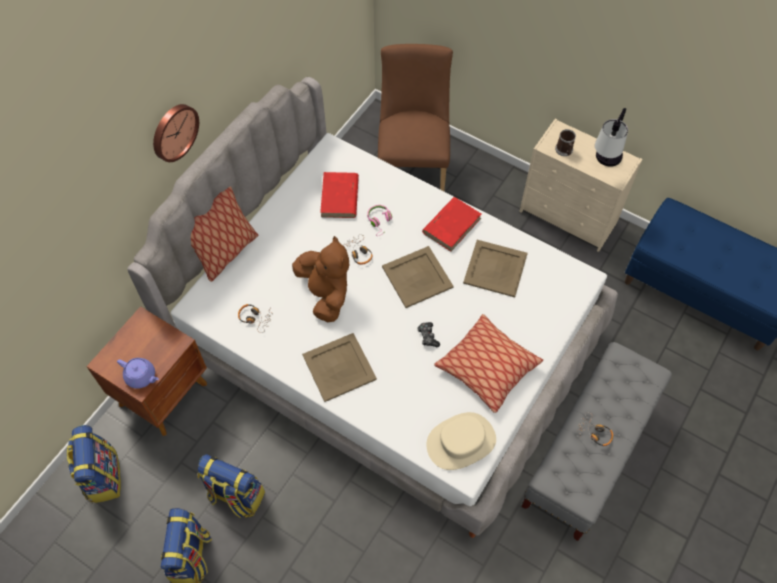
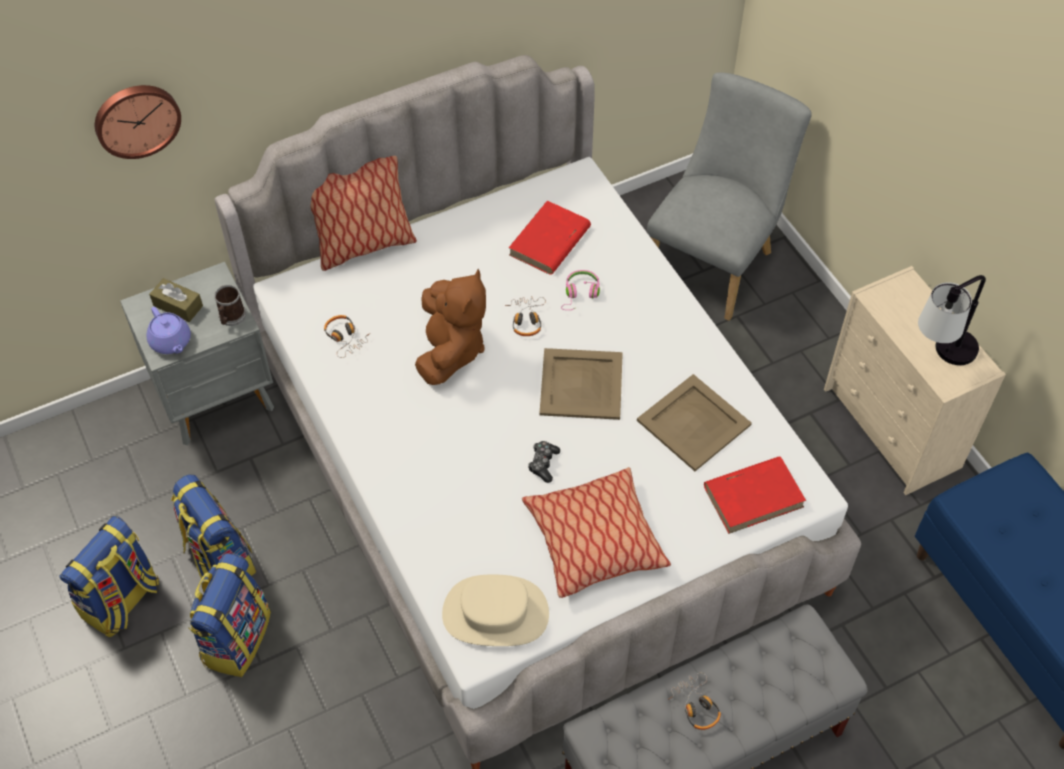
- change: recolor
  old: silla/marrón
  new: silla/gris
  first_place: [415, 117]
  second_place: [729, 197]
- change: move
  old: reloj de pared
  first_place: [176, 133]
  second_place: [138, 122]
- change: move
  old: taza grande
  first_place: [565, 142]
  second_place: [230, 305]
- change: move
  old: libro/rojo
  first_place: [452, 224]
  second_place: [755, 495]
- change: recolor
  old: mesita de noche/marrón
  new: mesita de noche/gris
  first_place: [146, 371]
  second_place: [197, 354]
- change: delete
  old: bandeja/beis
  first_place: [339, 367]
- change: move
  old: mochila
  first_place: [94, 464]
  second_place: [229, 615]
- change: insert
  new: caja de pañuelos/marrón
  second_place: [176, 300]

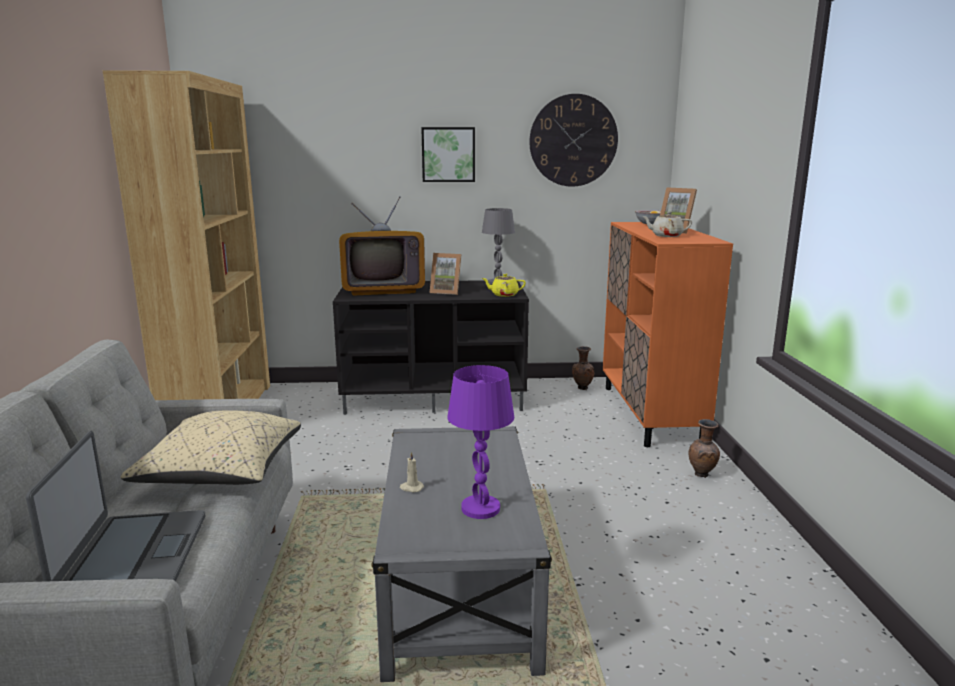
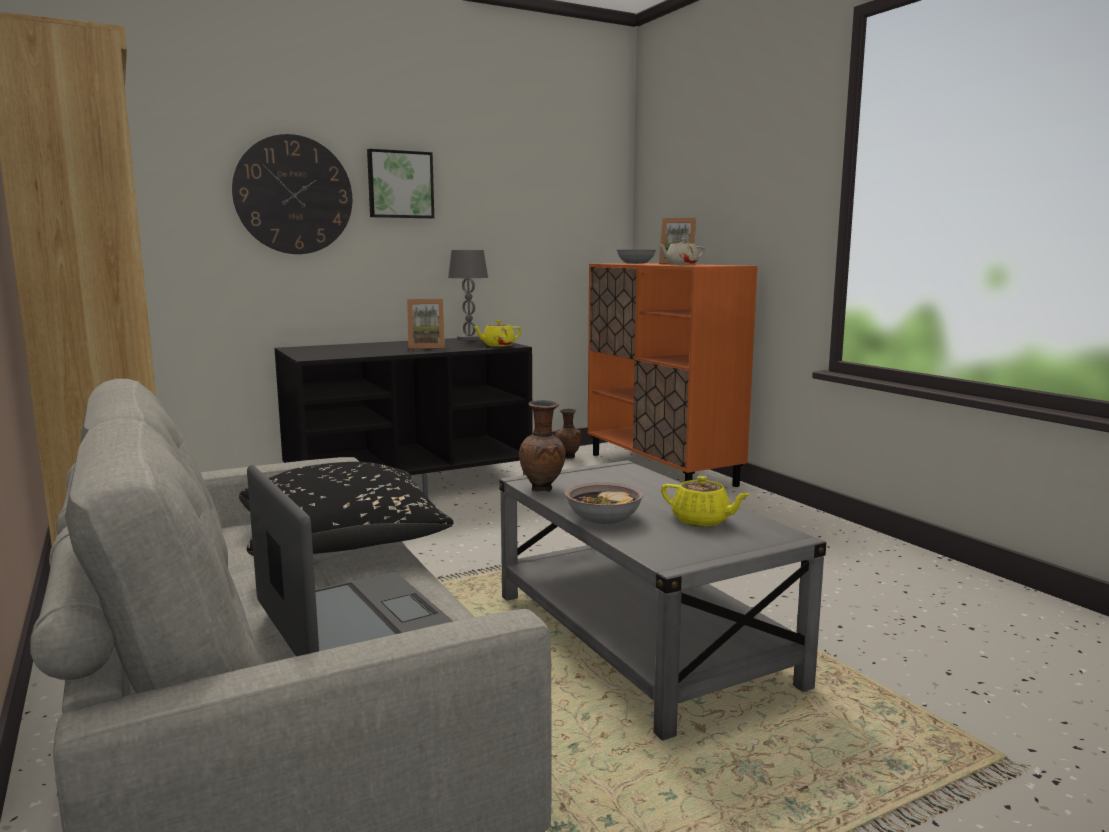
- change: move
  old: reloj de pared
  first_place: [573, 140]
  second_place: [292, 194]
- change: delete
  old: televisor
  first_place: [382, 245]
- change: replace
  old: lámpara de mesa/morado
  new: tetera/amarillo
  first_place: [480, 442]
  second_place: [705, 501]
- change: recolor
  old: cojín/beis
  new: cojín/negro
  first_place: [211, 447]
  second_place: [346, 509]
- change: move
  old: florero/marrón
  first_place: [704, 448]
  second_place: [542, 446]
- change: replace
  old: vela/beis
  new: cuenco
  first_place: [412, 472]
  second_place: [604, 503]

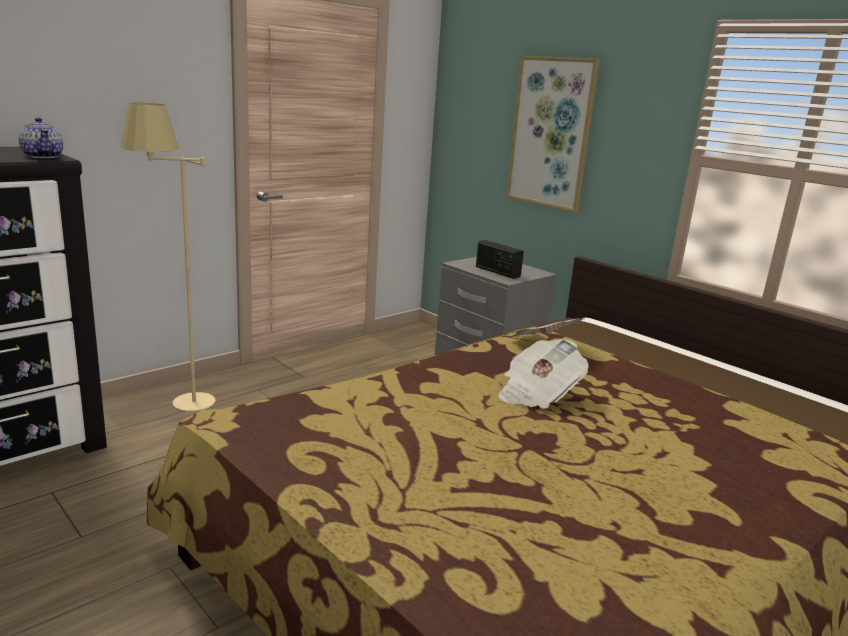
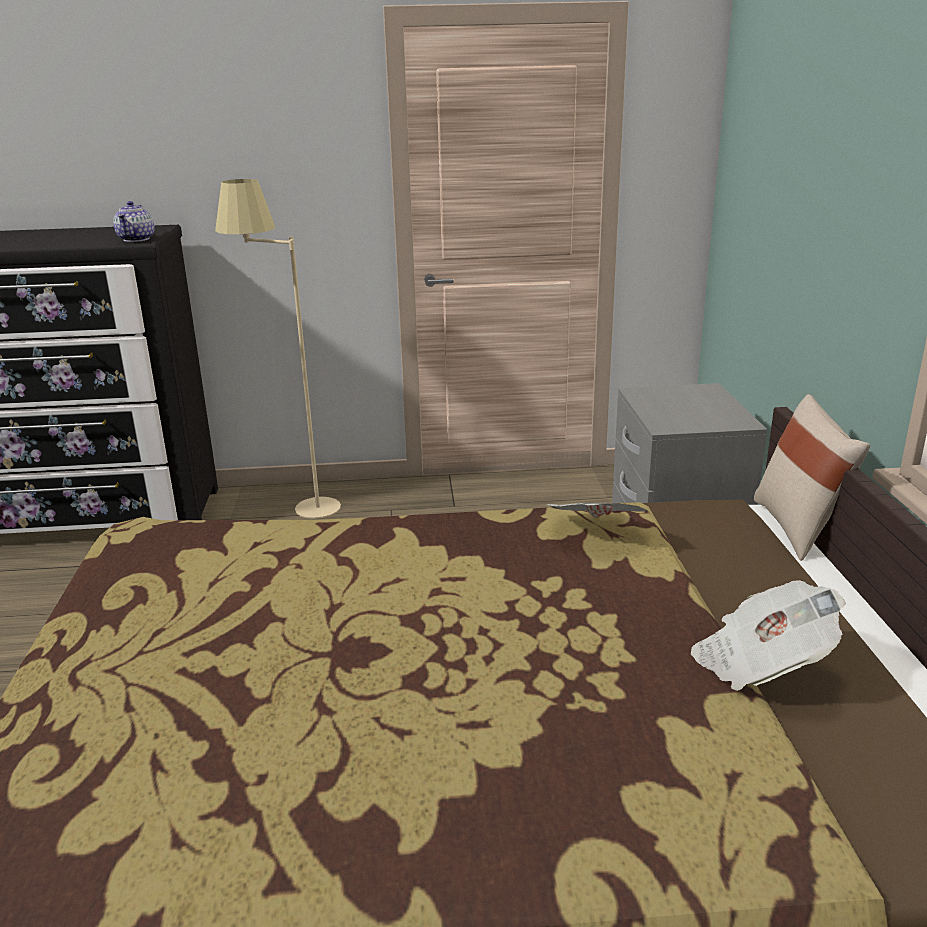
- change: delete
  old: cuadro
  first_place: [553, 134]
- change: delete
  old: radio
  first_place: [500, 259]
- change: move
  old: periódico
  first_place: [543, 374]
  second_place: [768, 635]
- change: insert
  new: cojín/beis
  second_place: [812, 477]

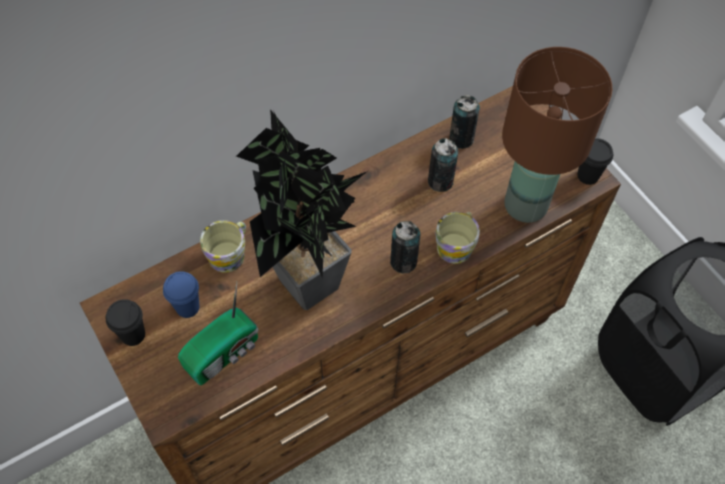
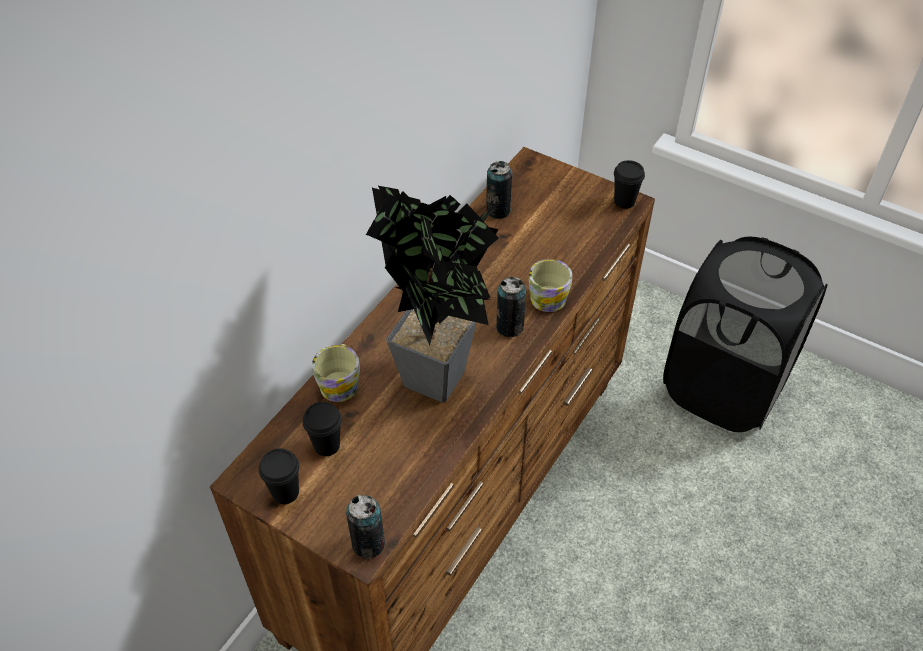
- change: delete
  old: lámpara de mesa/marrón
  first_place: [557, 135]
- change: move
  old: lata
  first_place: [443, 165]
  second_place: [365, 527]
- change: recolor
  old: taza/azul
  new: taza/negro
  first_place: [181, 294]
  second_place: [322, 429]
- change: delete
  old: radio
  first_place: [218, 333]

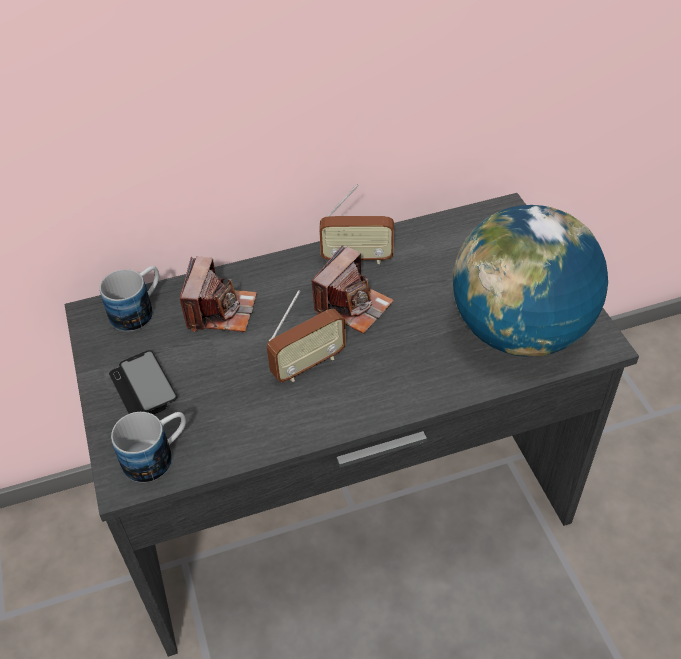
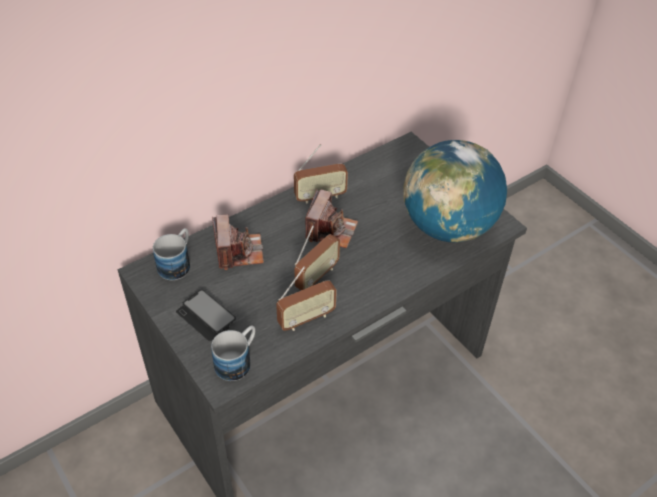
- change: insert
  new: radio
  second_place: [306, 299]

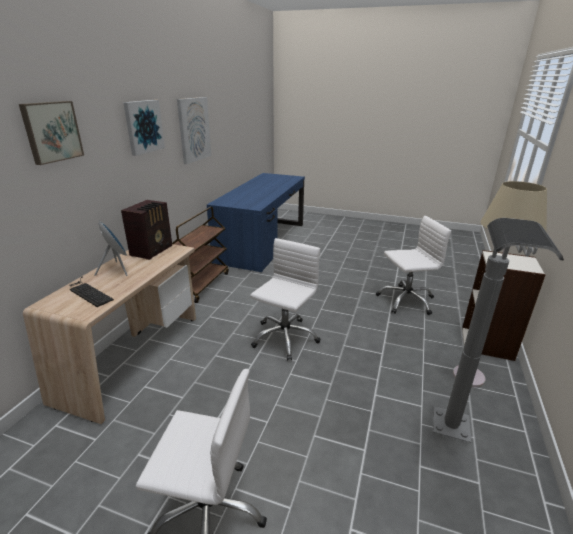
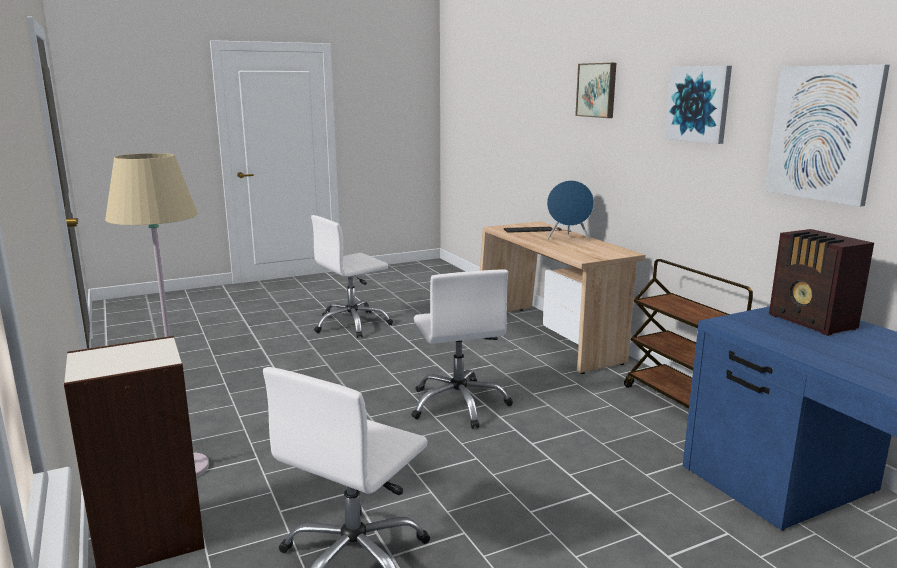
- change: move
  old: radio
  first_place: [146, 230]
  second_place: [821, 282]
- change: delete
  old: lámpara de pie/gris
  first_place: [498, 330]

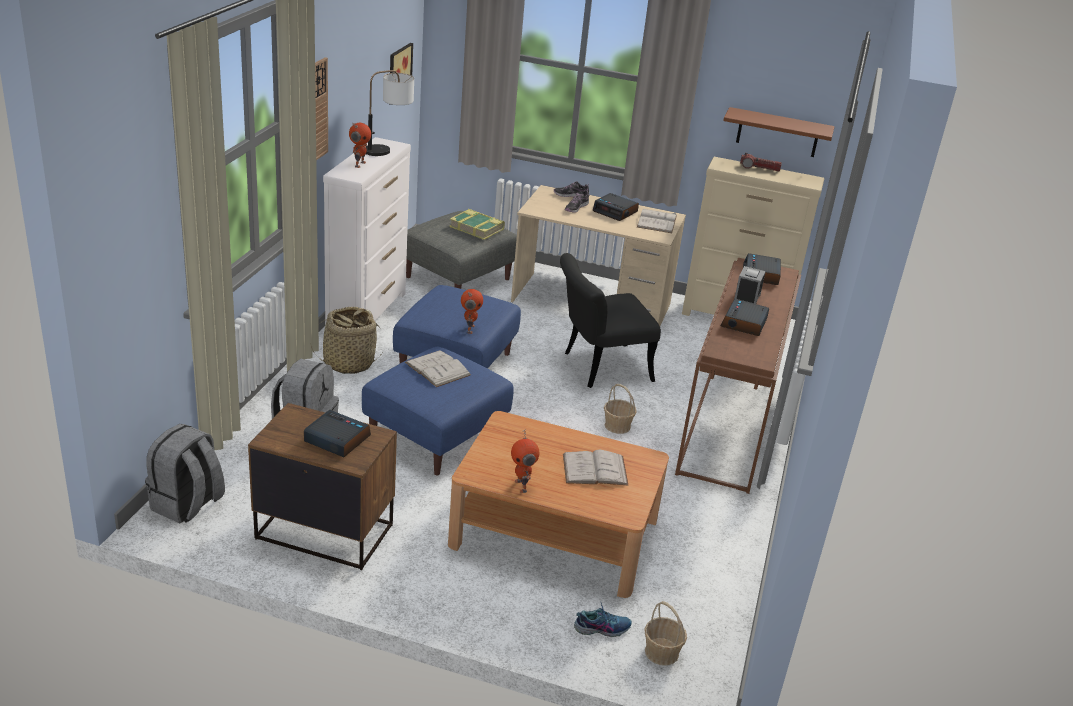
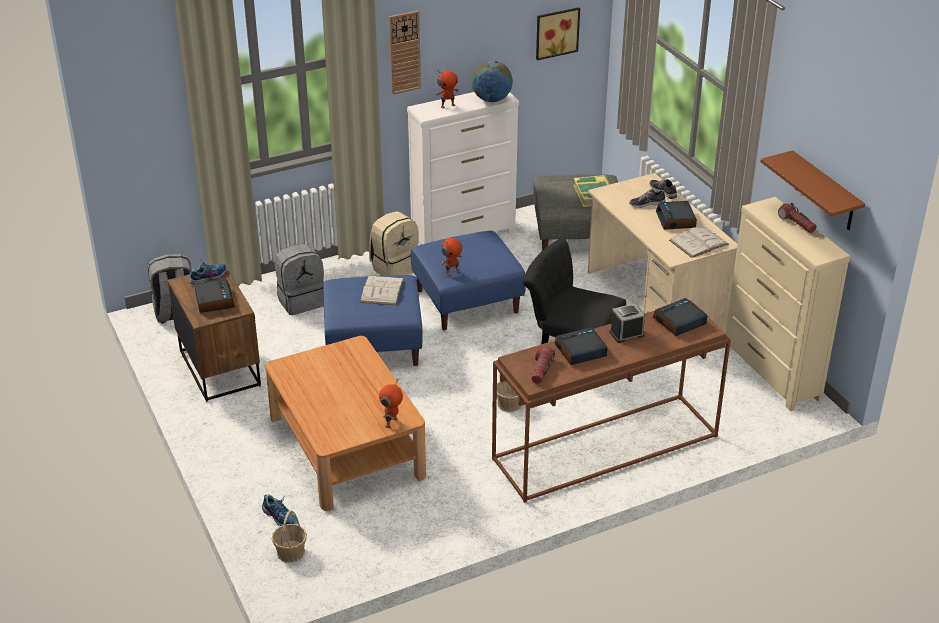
- change: replace
  old: lámpara de mesa
  new: globo terráqueo
  first_place: [389, 113]
  second_place: [492, 81]
- change: replace
  old: cesta
  new: mochila/beis
  first_place: [346, 340]
  second_place: [394, 243]
- change: move
  old: robot de juguete
  first_place: [525, 461]
  second_place: [391, 404]
- change: delete
  old: libro/blanco
  first_place: [595, 467]
- change: insert
  new: zapato
  second_place: [207, 273]
- change: insert
  new: linterna
  second_place: [543, 365]

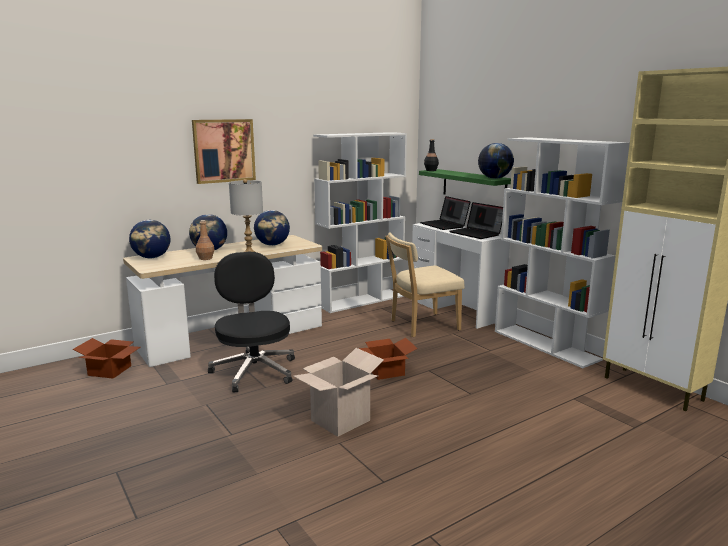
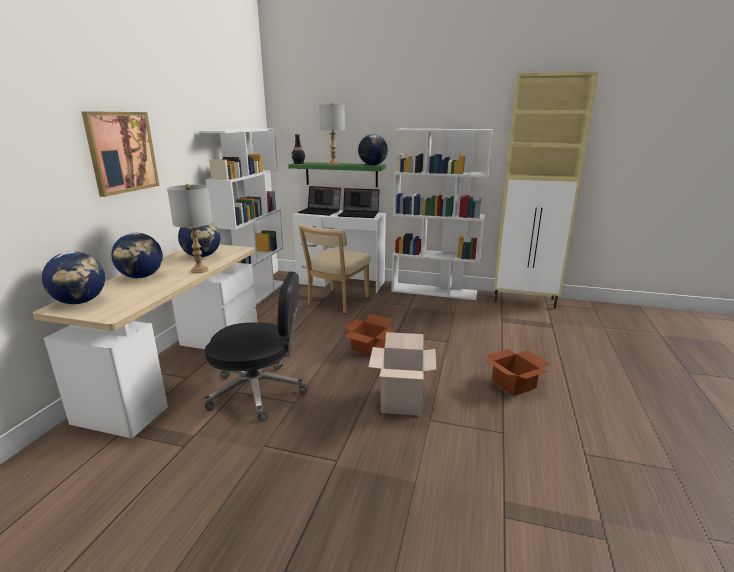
- change: delete
  old: botella/marrón
  first_place: [205, 240]
- change: rotate
  old: silla de oficina/negro
  first_place: [251, 322]
  second_place: [256, 346]
  degrees: 150
- change: move
  old: caja de cartón
  first_place: [106, 358]
  second_place: [517, 372]
- change: insert
  new: lámpara de mesa/gris
  second_place: [332, 133]

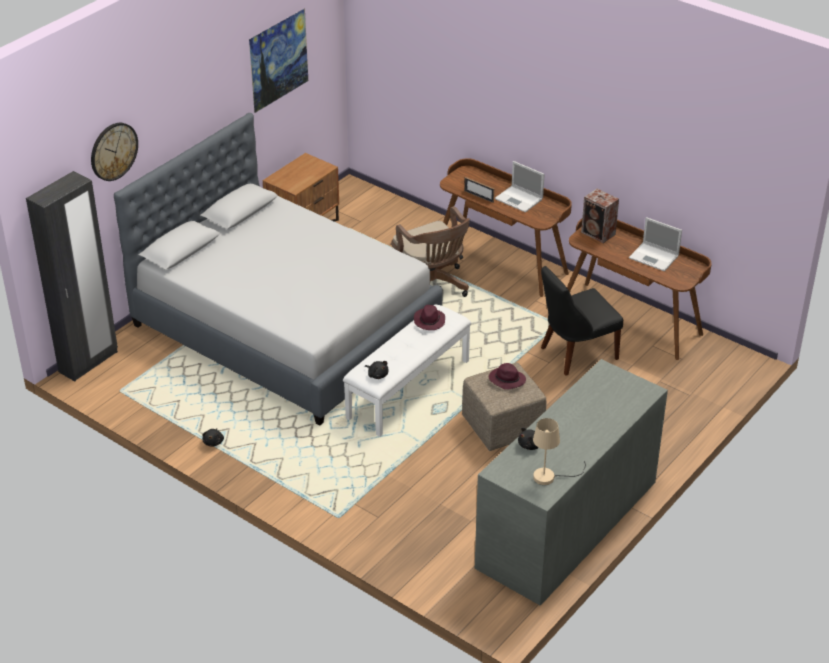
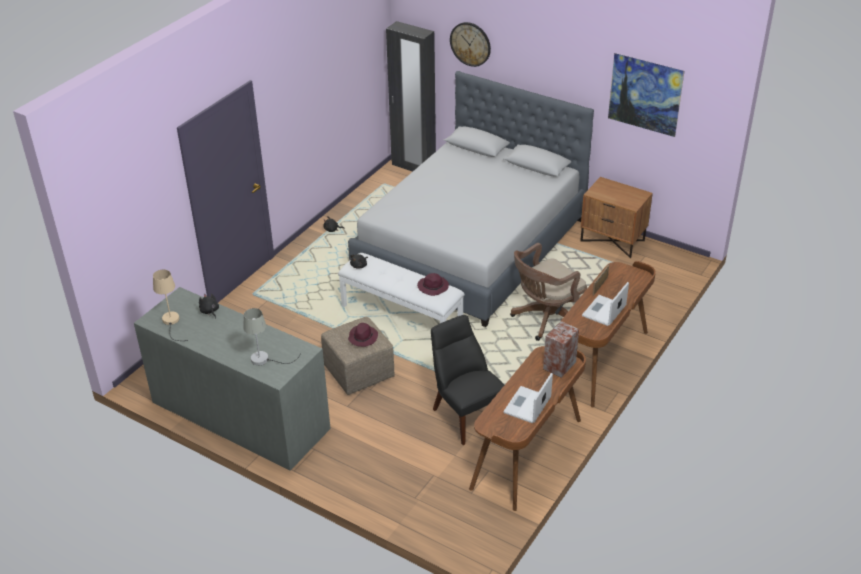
- change: insert
  new: lámpara de mesa/gris
  second_place: [272, 336]

